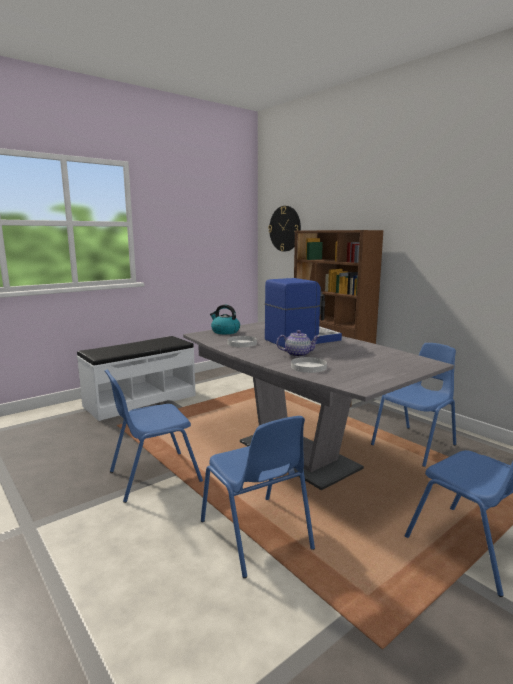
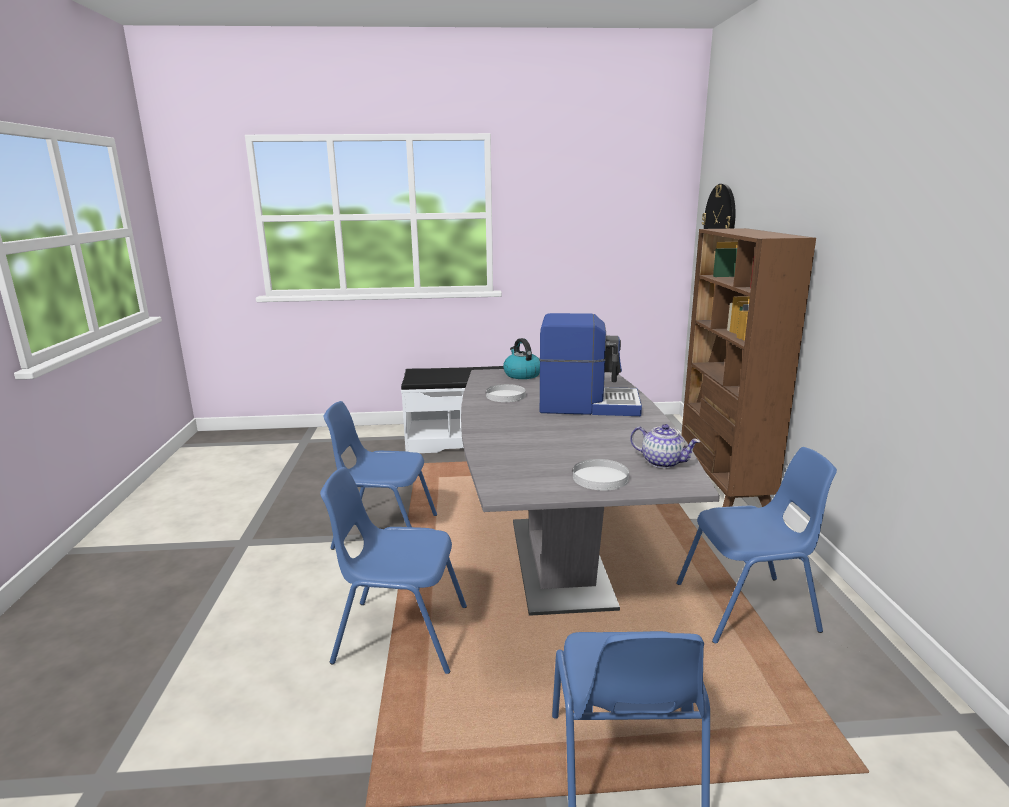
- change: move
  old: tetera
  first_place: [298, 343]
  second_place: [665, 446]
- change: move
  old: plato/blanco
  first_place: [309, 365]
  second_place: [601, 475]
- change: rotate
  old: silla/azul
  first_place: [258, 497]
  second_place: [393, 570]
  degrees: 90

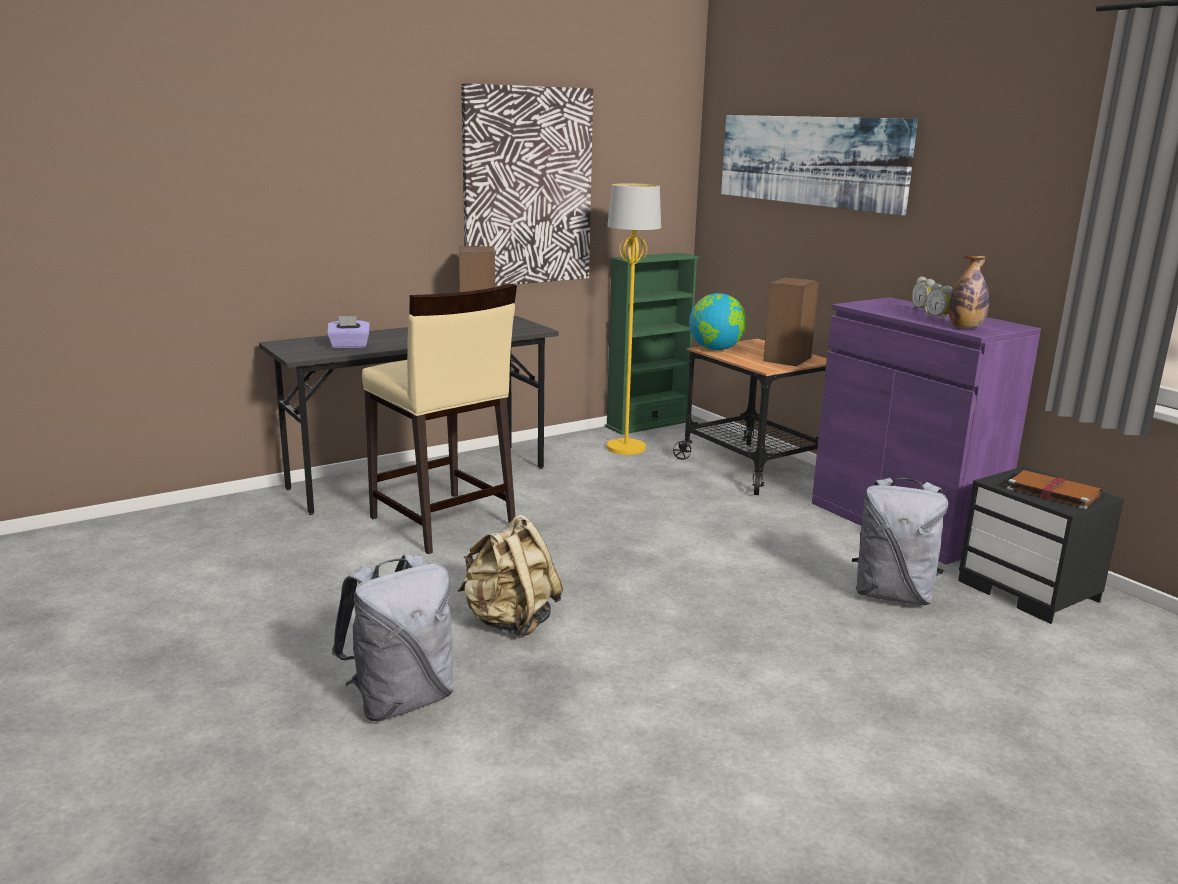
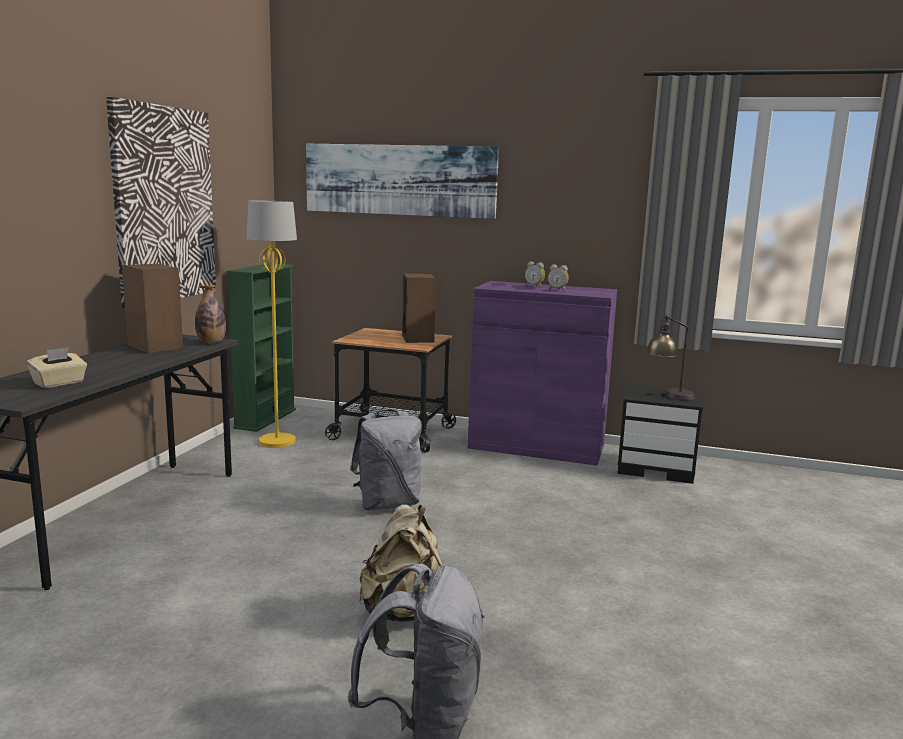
- change: move
  old: botella
  first_place: [969, 292]
  second_place: [210, 314]
- change: delete
  old: taburete/beis
  first_place: [439, 418]
- change: delete
  old: globo terráqueo
  first_place: [718, 321]
- change: recolor
  old: caja de pañuelos/morado
  new: caja de pañuelos/beis
  first_place: [348, 332]
  second_place: [57, 367]
- change: replace
  old: libro/marrón
  new: lámpara de mesa
  first_place: [1053, 489]
  second_place: [670, 357]
- change: move
  old: mochila/gris
  first_place: [900, 541]
  second_place: [386, 460]

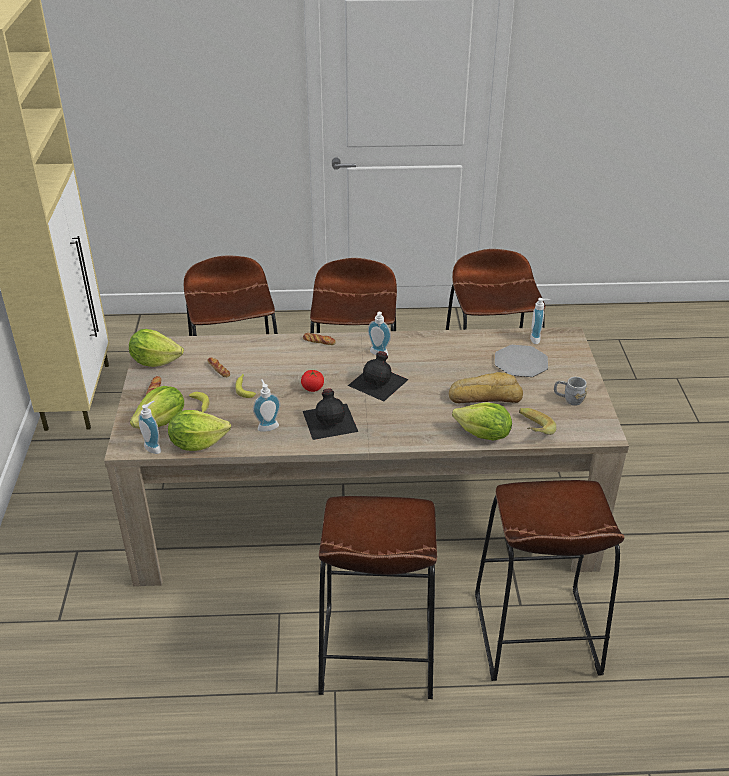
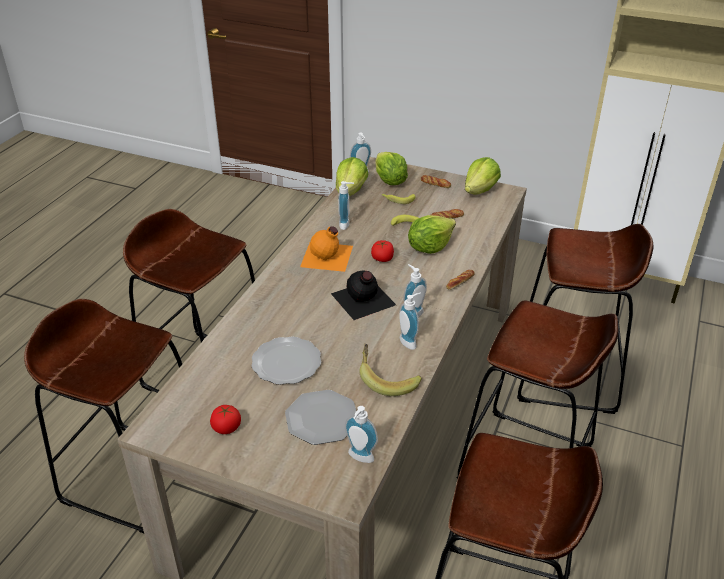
- change: replace
  old: pan
  new: plato
  first_place: [486, 387]
  second_place: [286, 361]
- change: replace
  old: taza grande/gris
  new: tomate
  first_place: [570, 391]
  second_place: [225, 419]
- change: recolor
  old: botella/negro
  new: botella/naranja
  first_place: [330, 414]
  second_place: [326, 249]
- change: move
  old: lechuga
  first_place: [482, 421]
  second_place: [432, 234]
- change: move
  old: plátano
  first_place: [537, 421]
  second_place: [390, 370]
- change: insert
  new: dispensador de jabón
  second_place: [410, 321]

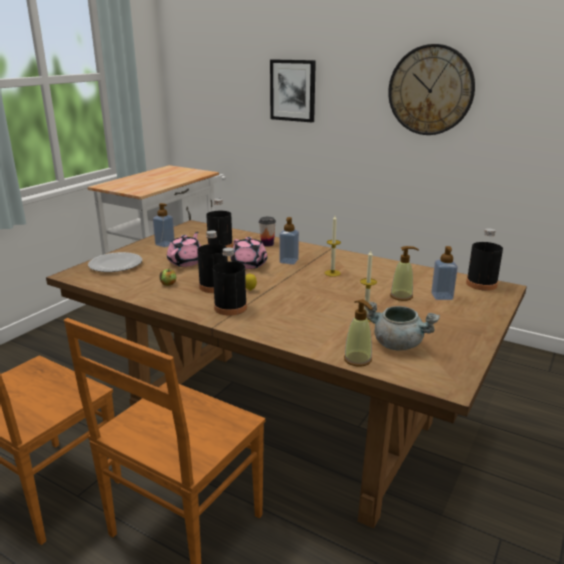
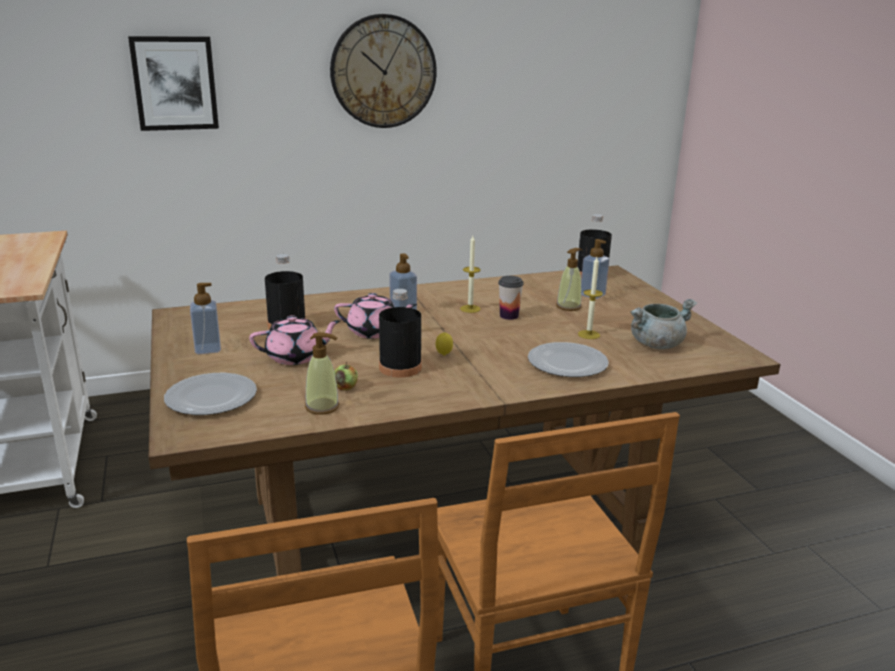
- change: move
  old: taza
  first_place: [267, 232]
  second_place: [511, 298]
- change: rotate
  old: tetera/rosa
  first_place: [184, 249]
  second_place: [294, 340]
  degrees: 105
- change: delete
  old: botella/negro
  first_place: [230, 281]
- change: move
  old: dispensador de jabón
  first_place: [358, 332]
  second_place: [322, 373]
- change: insert
  new: plato
  second_place: [568, 359]

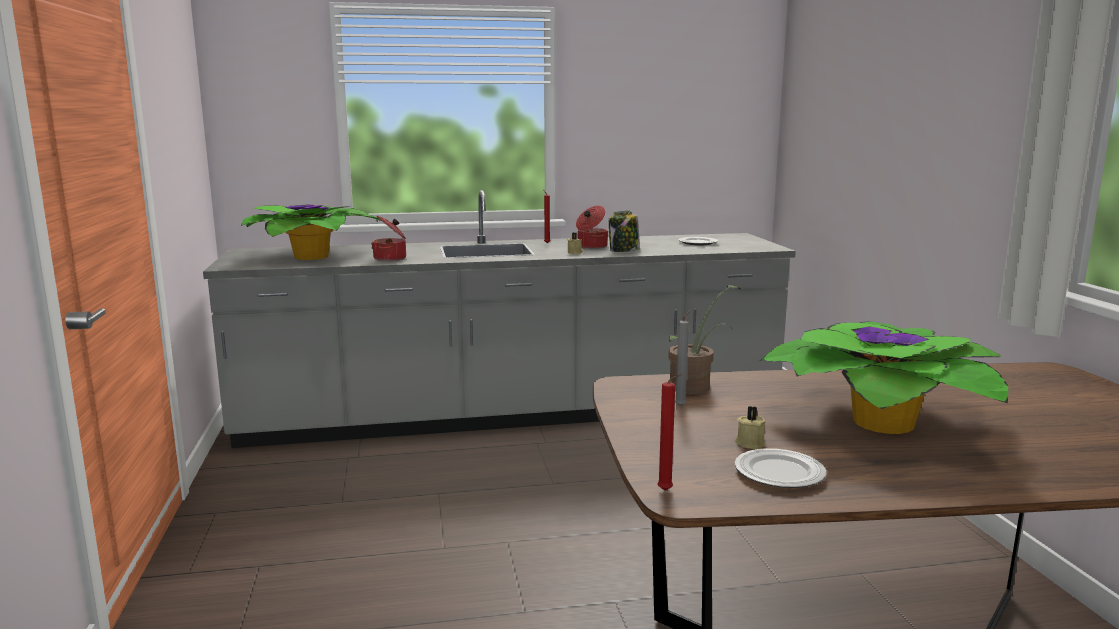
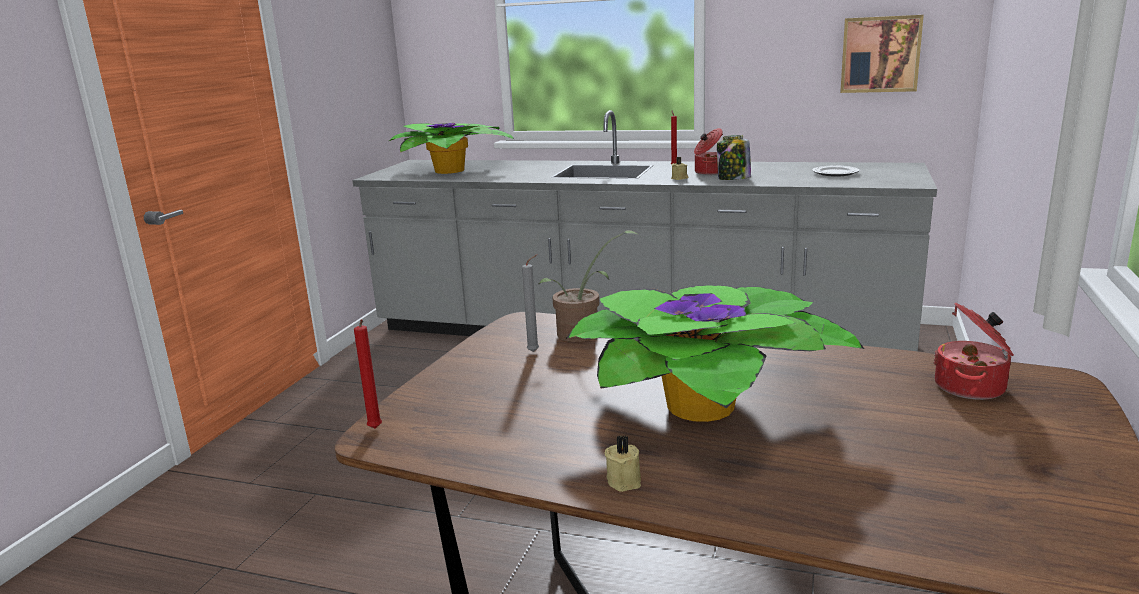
- change: move
  old: olla
  first_place: [388, 238]
  second_place: [973, 351]
- change: move
  old: vela/beis
  first_place: [750, 427]
  second_place: [623, 463]
- change: delete
  old: plato
  first_place: [780, 468]
- change: insert
  new: cuadro
  second_place: [882, 54]

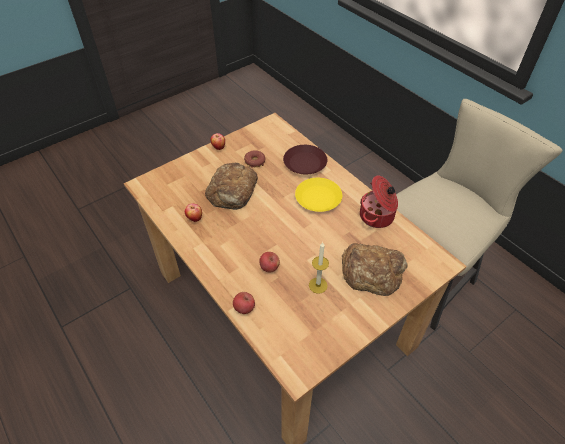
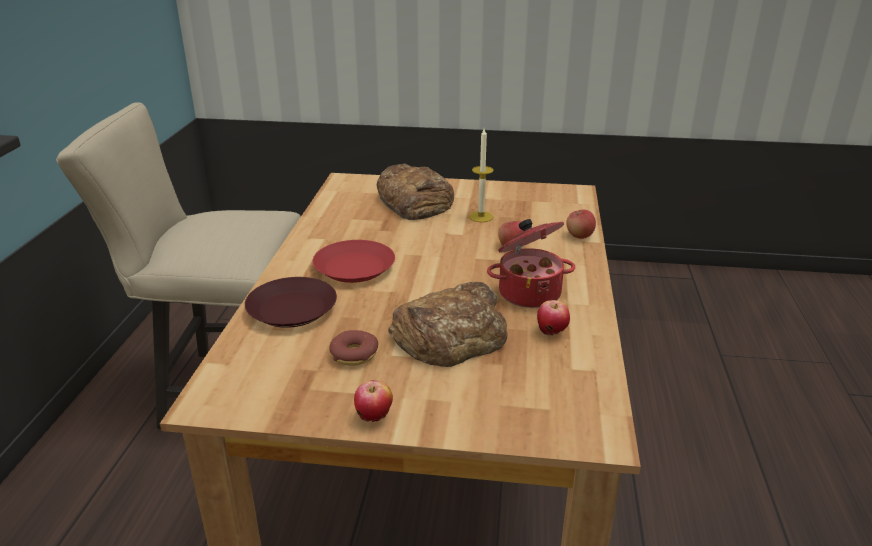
- change: move
  old: olla
  first_place: [379, 201]
  second_place: [531, 263]
- change: recolor
  old: plato/amarillo
  new: plato/rojo
  first_place: [318, 195]
  second_place: [354, 261]

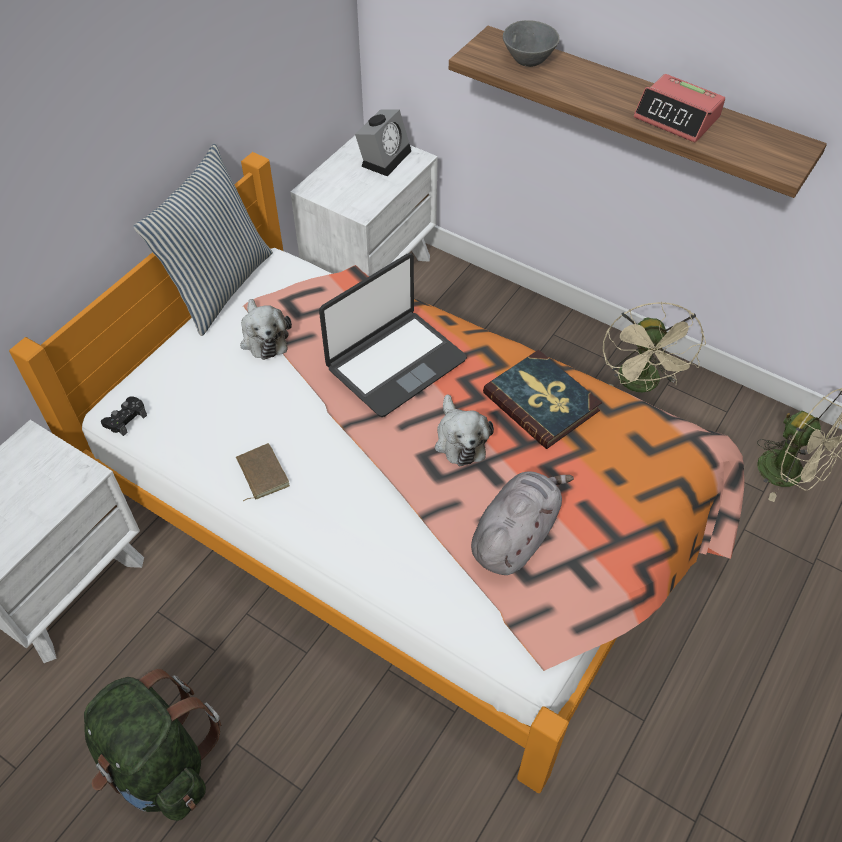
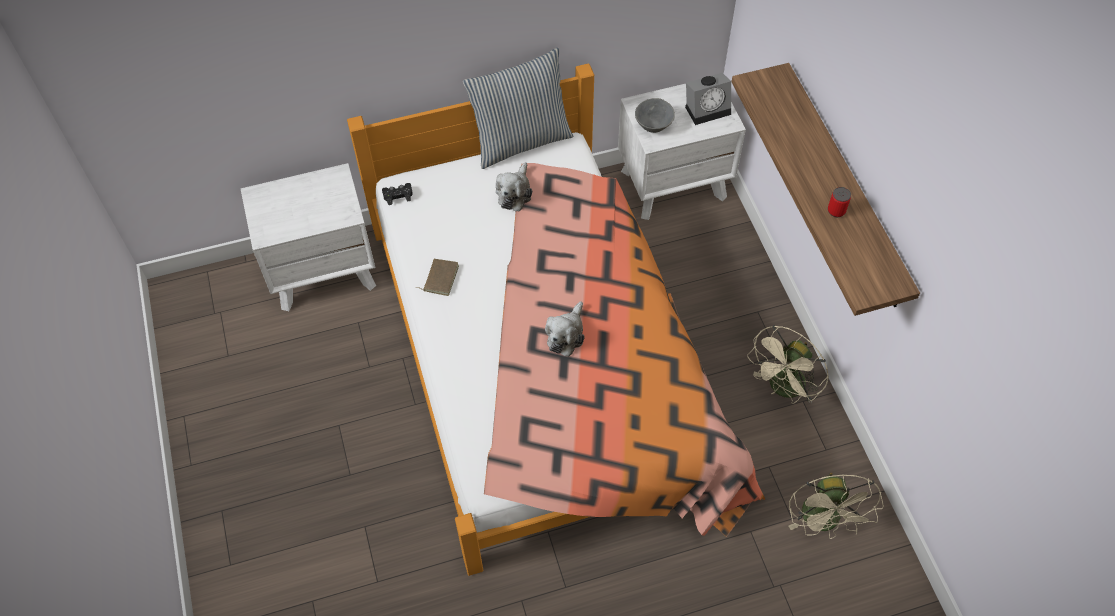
- change: move
  old: cuenco/gris
  first_place: [531, 43]
  second_place: [655, 115]
- change: replace
  old: despertador
  new: lata
  first_place: [679, 108]
  second_place: [839, 202]
- change: delete
  old: portátil
  first_place: [393, 335]
- change: delete
  old: libro
  first_place: [542, 399]
- change: delete
  old: peluche/gris
  first_place: [522, 523]
- change: delete
  old: mochila/verde
  first_place: [152, 745]

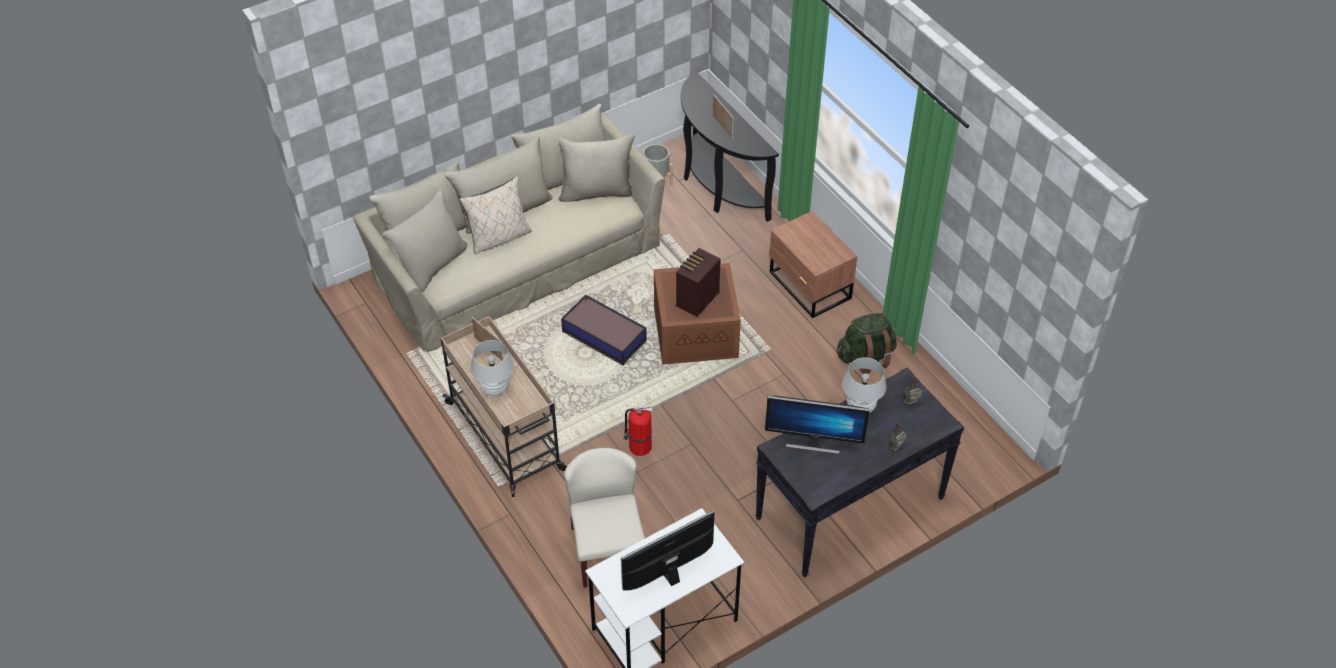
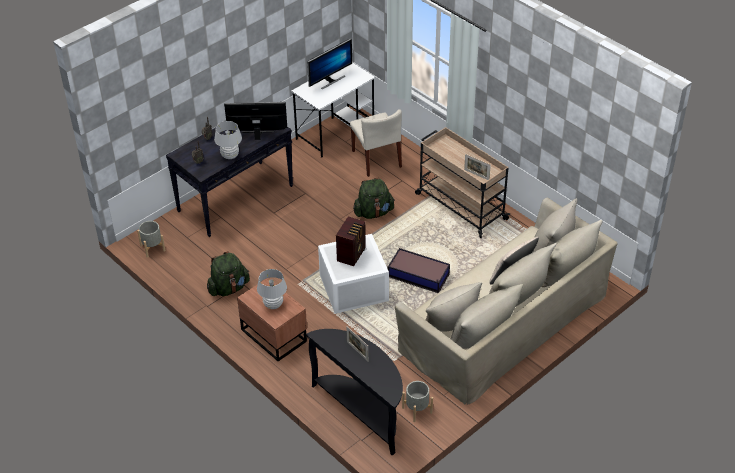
- change: recolor
  old: caja de almacenaje/marrón
  new: caja de almacenaje/blanco
  first_place: [697, 314]
  second_place: [353, 274]
- change: move
  old: lámpara de mesa/blanco
  first_place: [492, 368]
  second_place: [272, 289]
- change: replace
  old: extintor
  new: mochila/verde
  first_place: [638, 430]
  second_place: [374, 198]
- change: insert
  new: maceta/gris
  second_place: [151, 239]

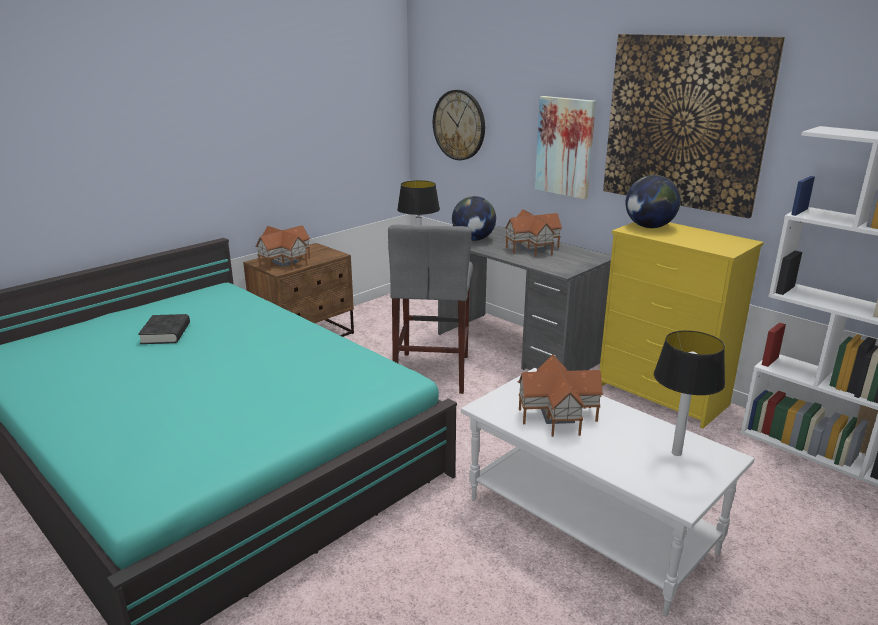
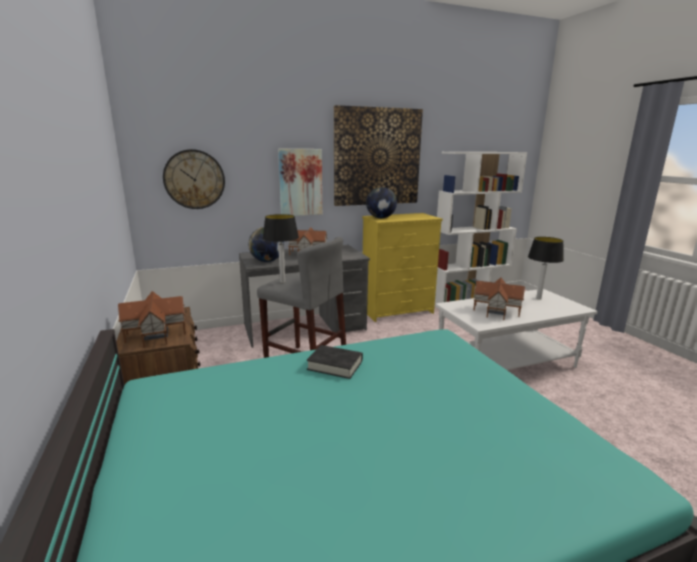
- change: move
  old: libro/negro
  first_place: [164, 329]
  second_place: [335, 362]

